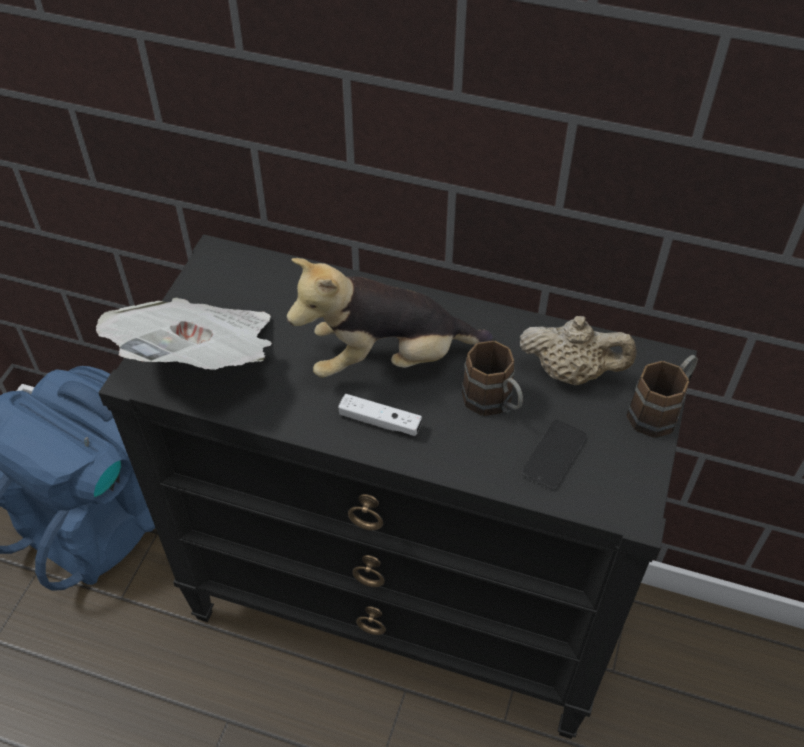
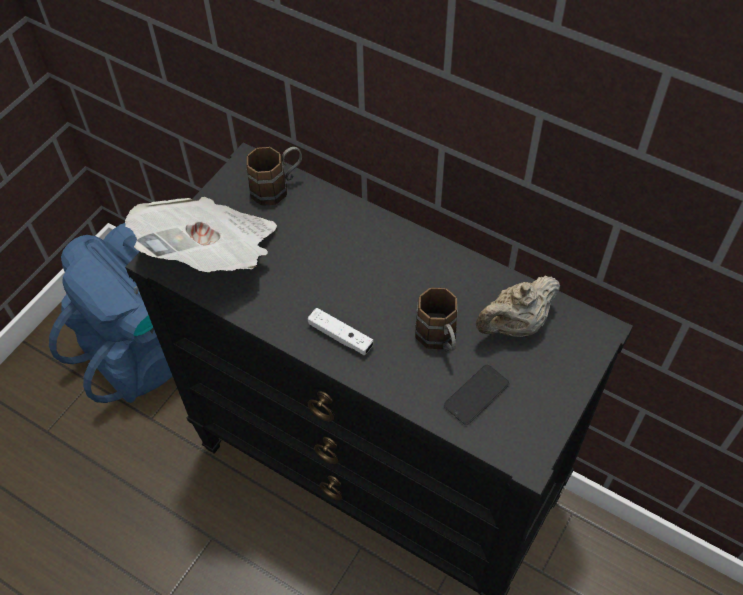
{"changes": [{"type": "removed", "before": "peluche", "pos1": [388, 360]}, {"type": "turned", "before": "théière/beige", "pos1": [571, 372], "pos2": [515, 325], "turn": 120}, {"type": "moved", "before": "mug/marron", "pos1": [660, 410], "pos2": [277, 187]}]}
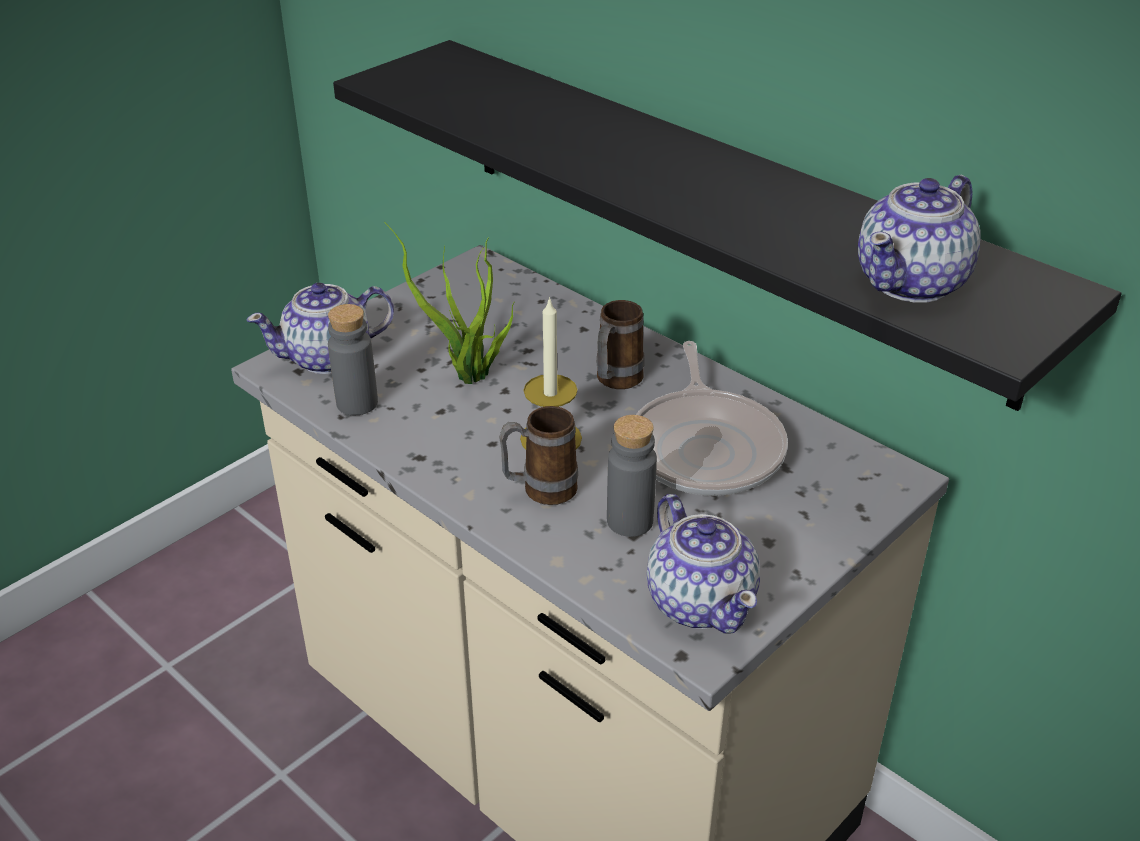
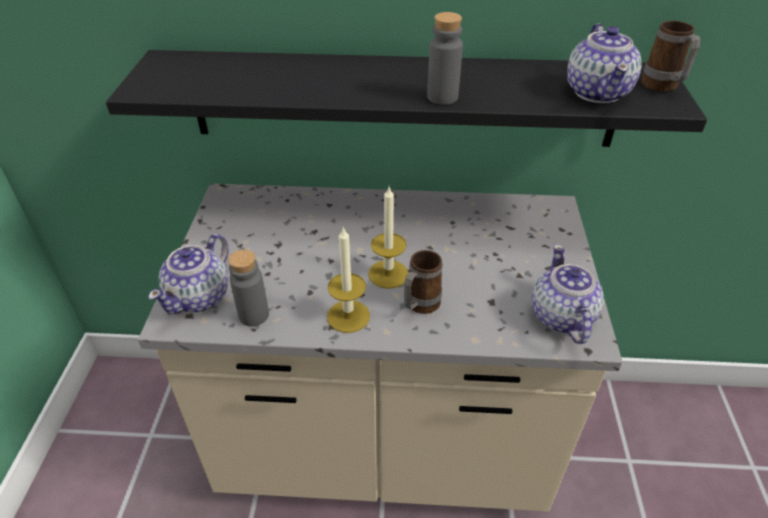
{"changes": [{"type": "removed", "before": "plante en pot", "pos1": [469, 378]}, {"type": "moved", "before": "mug", "pos1": [615, 382], "pos2": [662, 88]}, {"type": "removed", "before": "poêle", "pos1": [706, 447]}, {"type": "moved", "before": "bouteille/gris", "pos1": [630, 521], "pos2": [442, 97]}, {"type": "turned", "before": "théière", "pos1": [701, 601], "pos2": [561, 317], "turn": -120}, {"type": "added", "after": "bougie", "pos2": [348, 316]}]}
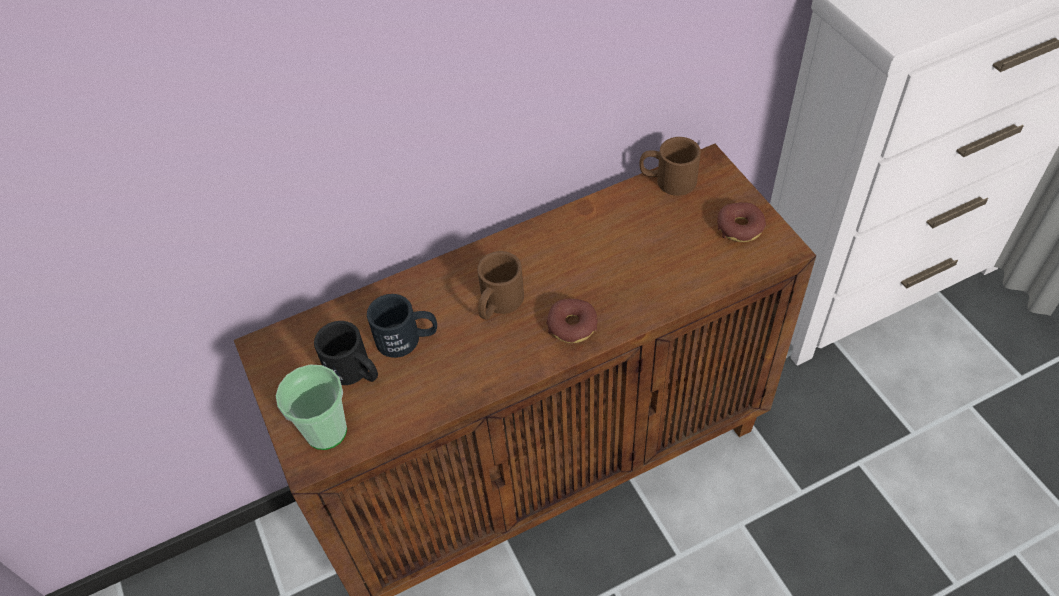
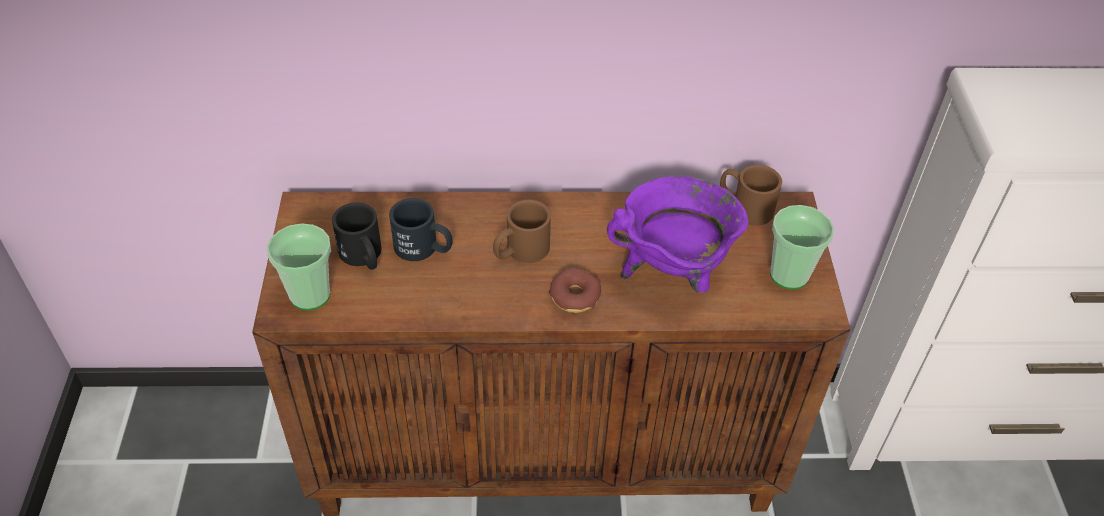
{"changes": [{"type": "replaced", "before": "beignet", "after": "tasse", "pos1": [740, 227], "pos2": [789, 274]}, {"type": "added", "after": "marmite/violet", "pos2": [673, 273]}]}
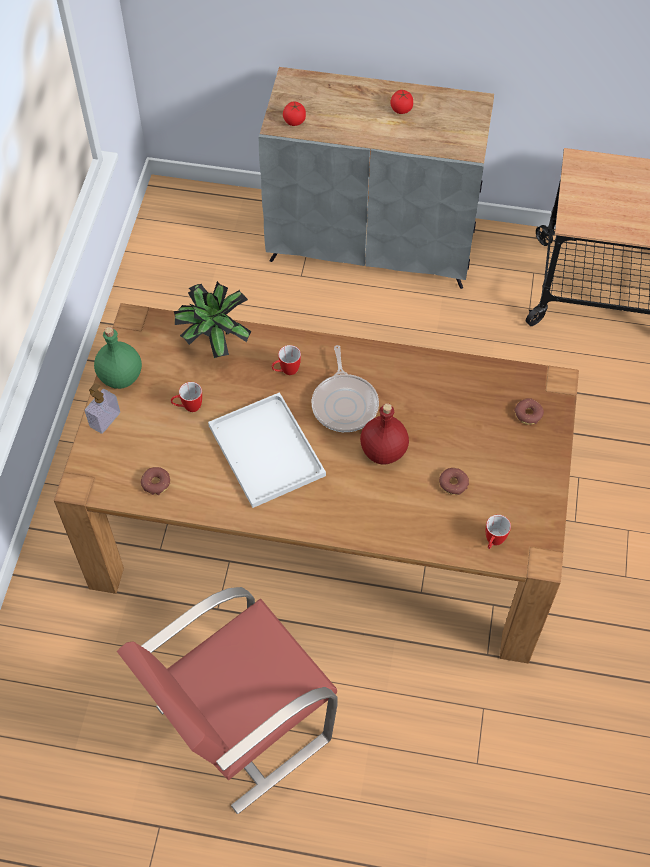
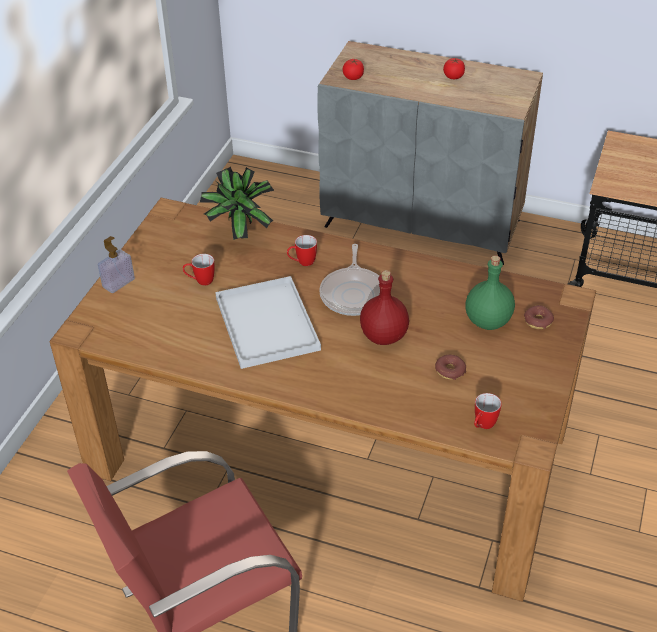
{"changes": [{"type": "moved", "before": "bouteille/vert", "pos1": [120, 377], "pos2": [487, 321]}, {"type": "removed", "before": "beignet", "pos1": [156, 483]}]}
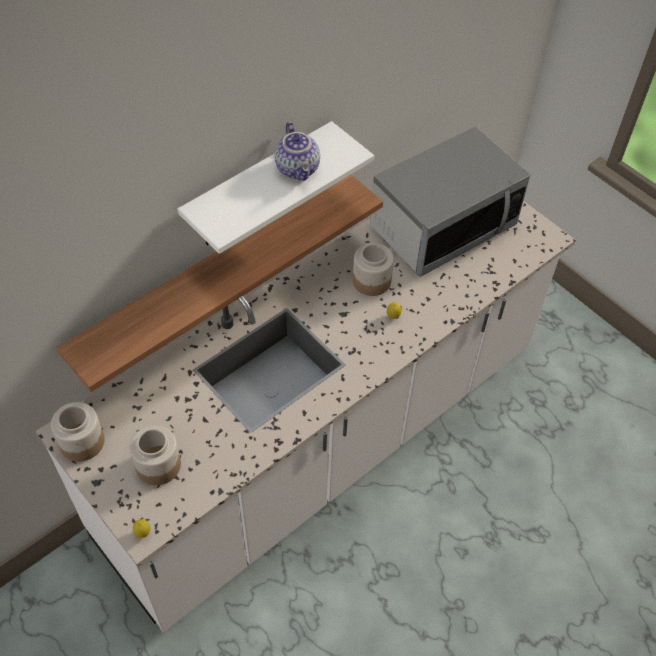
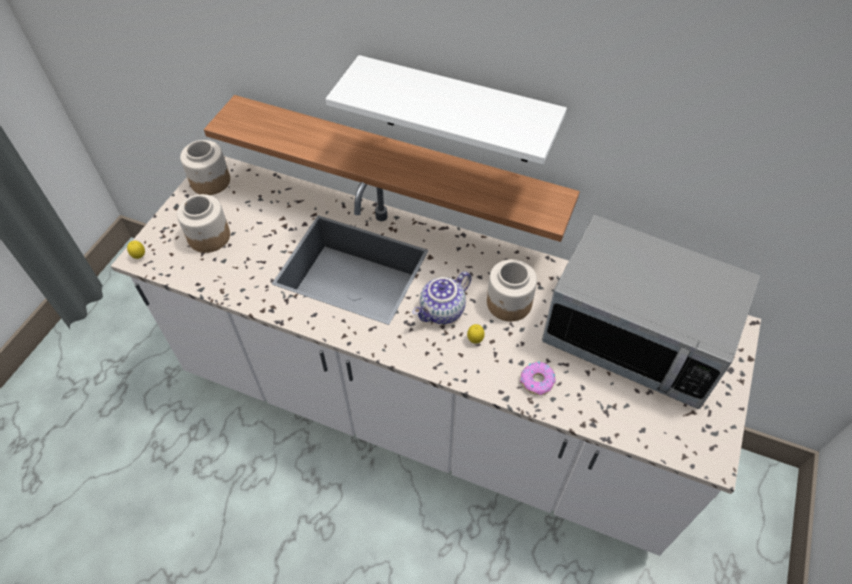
{"changes": [{"type": "moved", "before": "théière", "pos1": [298, 169], "pos2": [442, 311]}, {"type": "added", "after": "beignet", "pos2": [537, 381]}]}
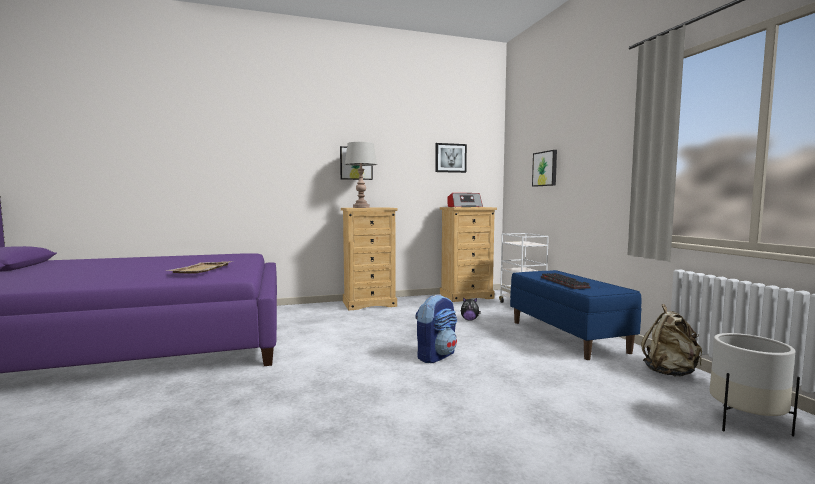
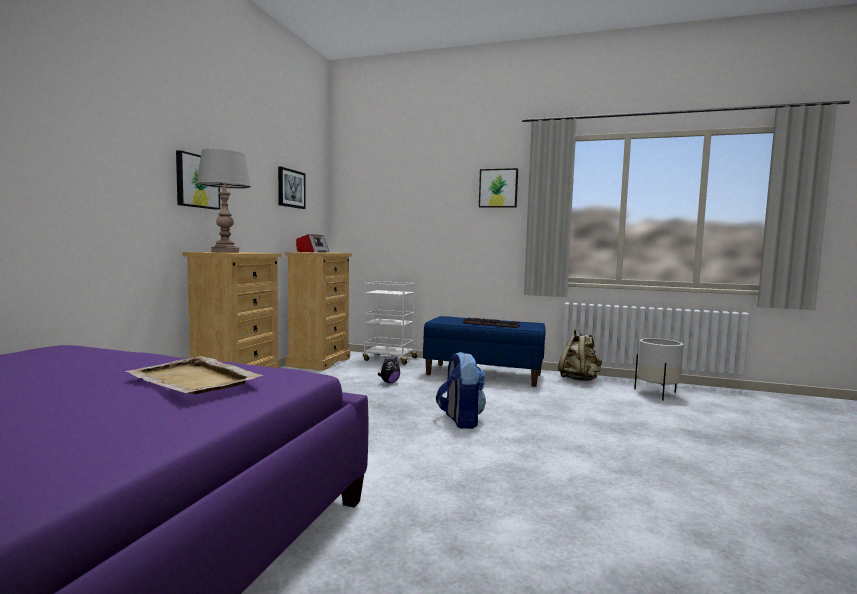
{"changes": [{"type": "moved", "before": "tableau", "pos1": [545, 168], "pos2": [498, 188]}]}
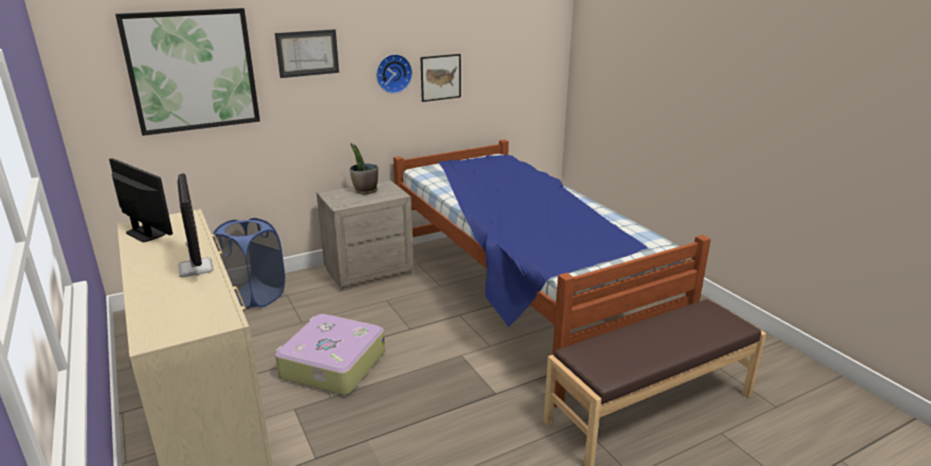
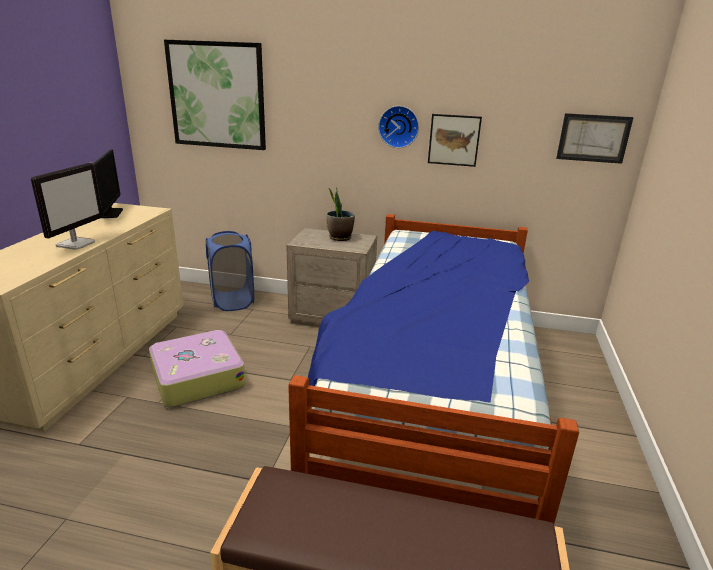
{"changes": [{"type": "moved", "before": "tableau", "pos1": [307, 53], "pos2": [593, 138]}]}
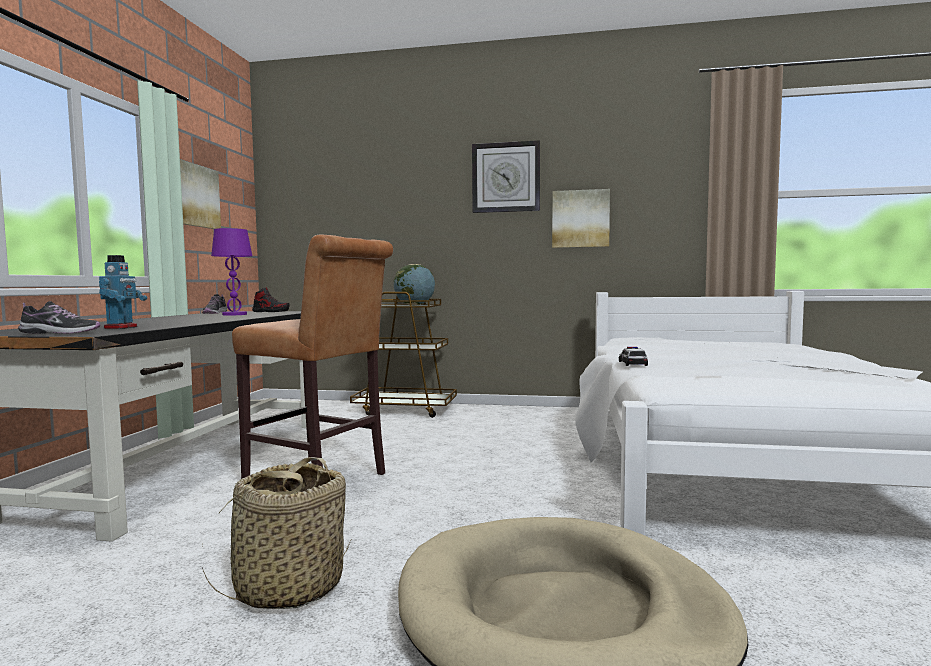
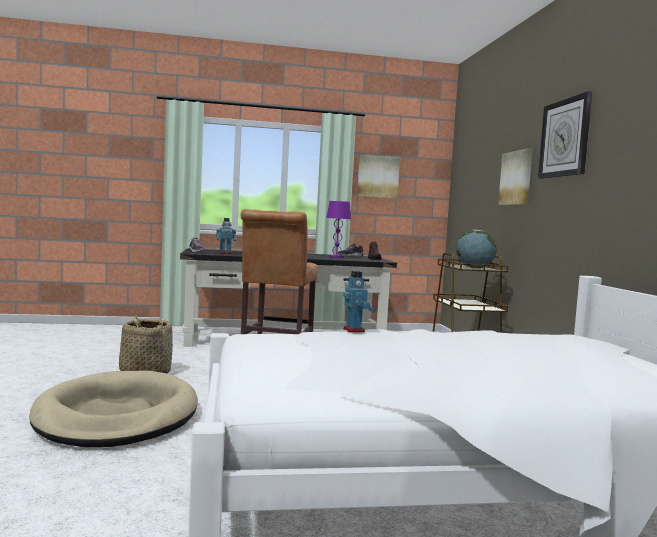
{"changes": [{"type": "moved", "before": "tableau", "pos1": [580, 219], "pos2": [516, 178]}, {"type": "replaced", "before": "petite voiture", "after": "robot jouet", "pos1": [632, 363], "pos2": [354, 330]}]}
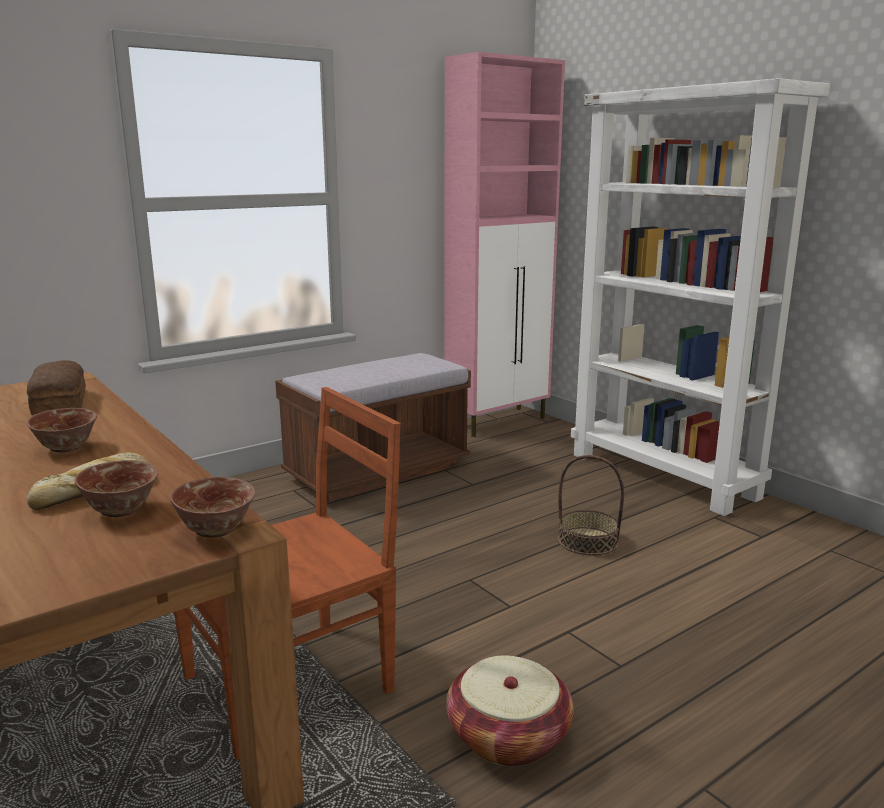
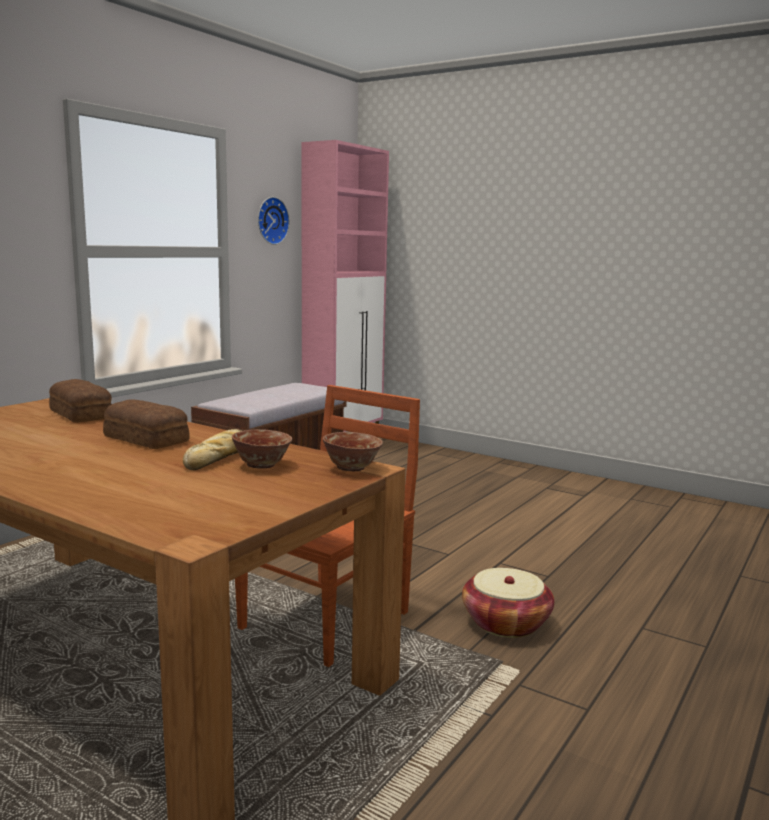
{"changes": [{"type": "removed", "before": "bibliothèque/blanc", "pos1": [664, 476]}, {"type": "replaced", "before": "bol", "after": "pain", "pos1": [66, 448], "pos2": [146, 438]}, {"type": "removed", "before": "panier", "pos1": [588, 541]}, {"type": "added", "after": "horloge murale", "pos2": [271, 220]}]}
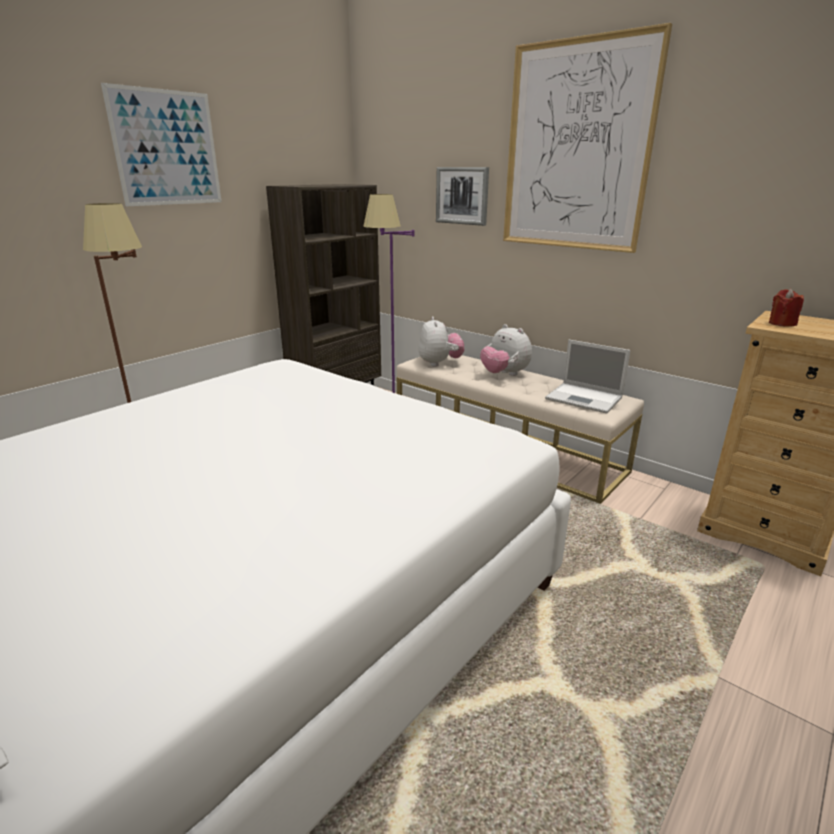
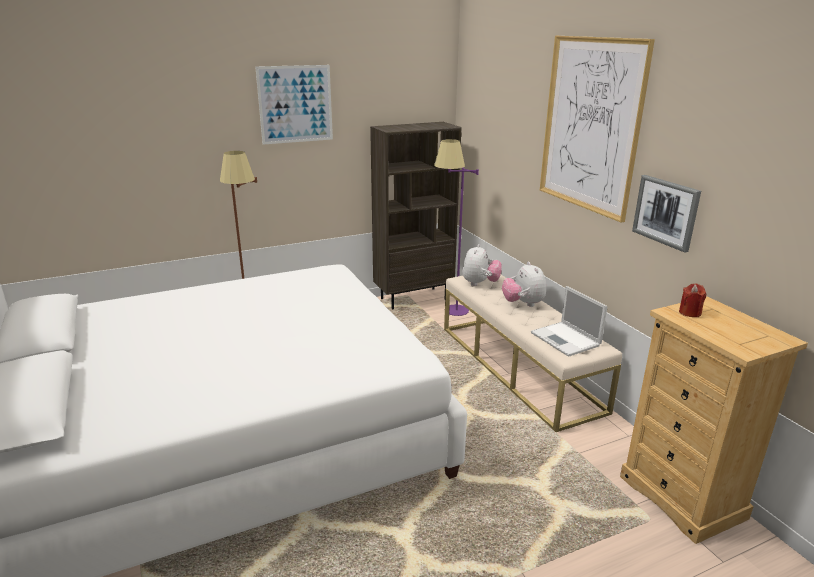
{"changes": [{"type": "moved", "before": "tableau", "pos1": [462, 196], "pos2": [666, 212]}]}
